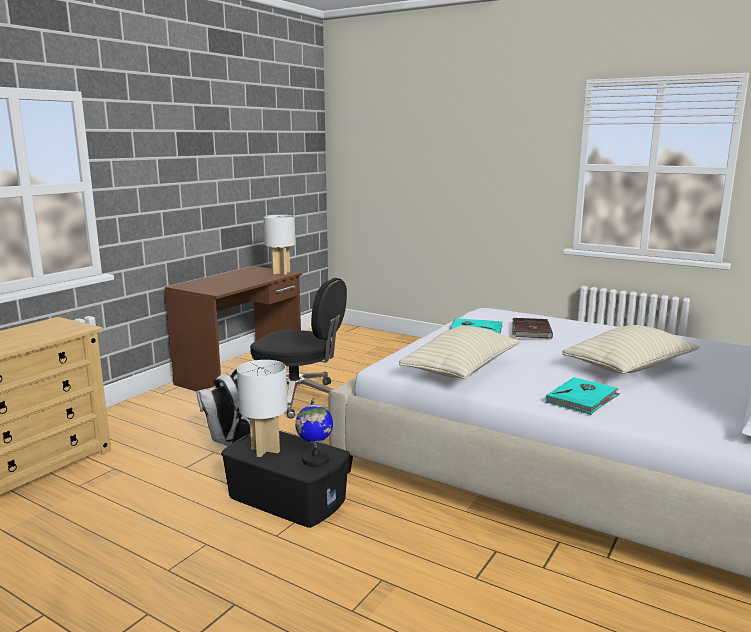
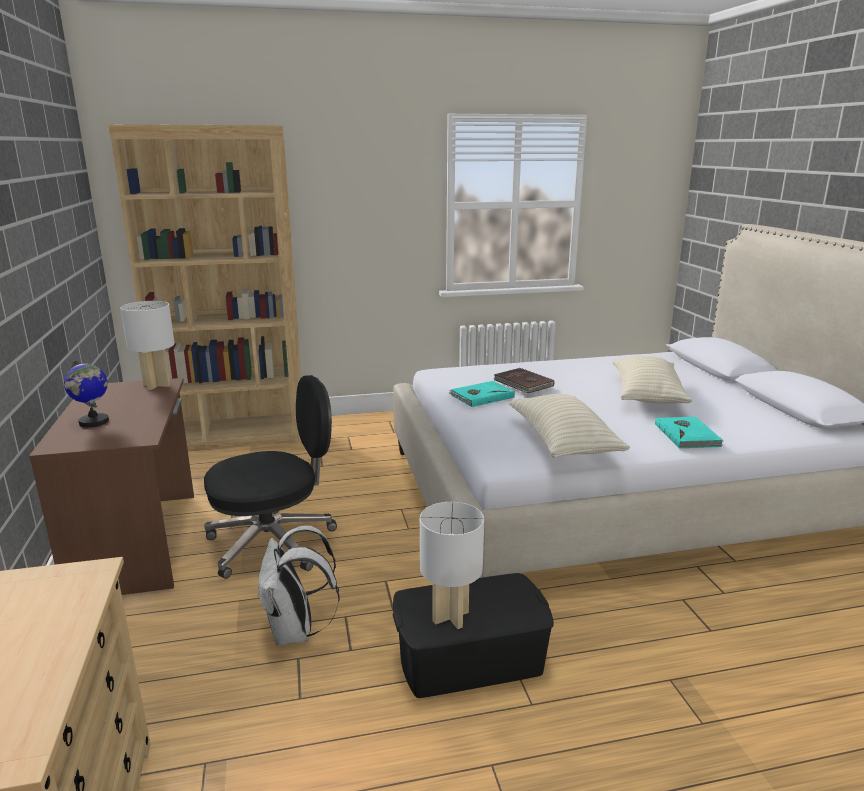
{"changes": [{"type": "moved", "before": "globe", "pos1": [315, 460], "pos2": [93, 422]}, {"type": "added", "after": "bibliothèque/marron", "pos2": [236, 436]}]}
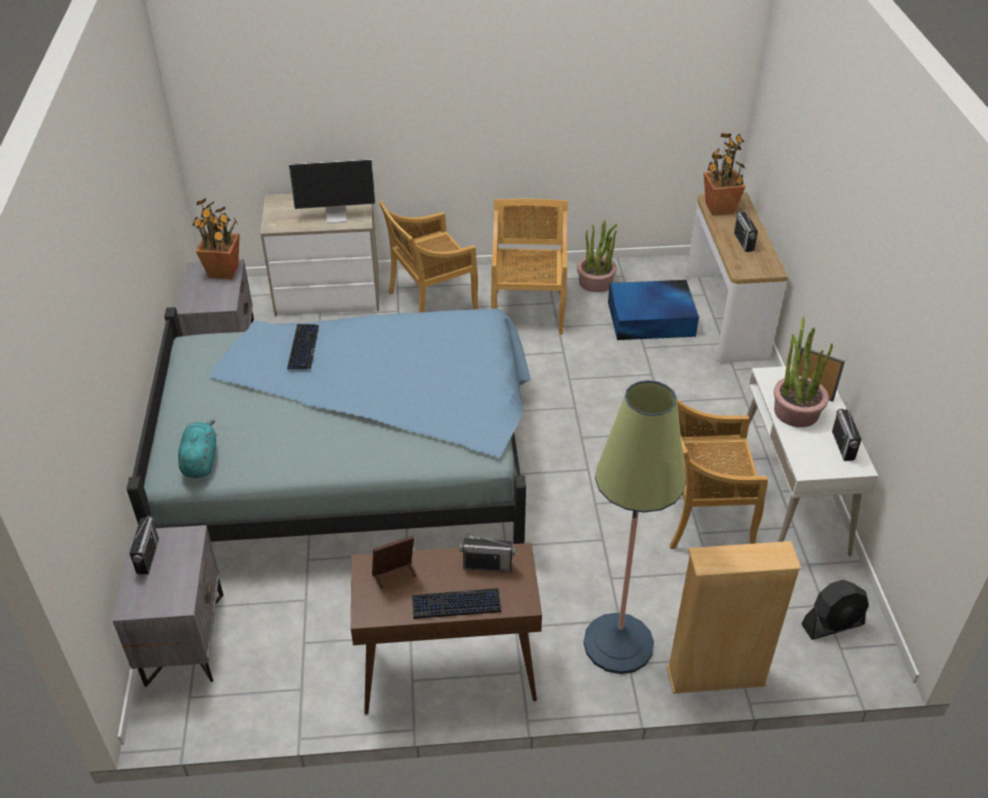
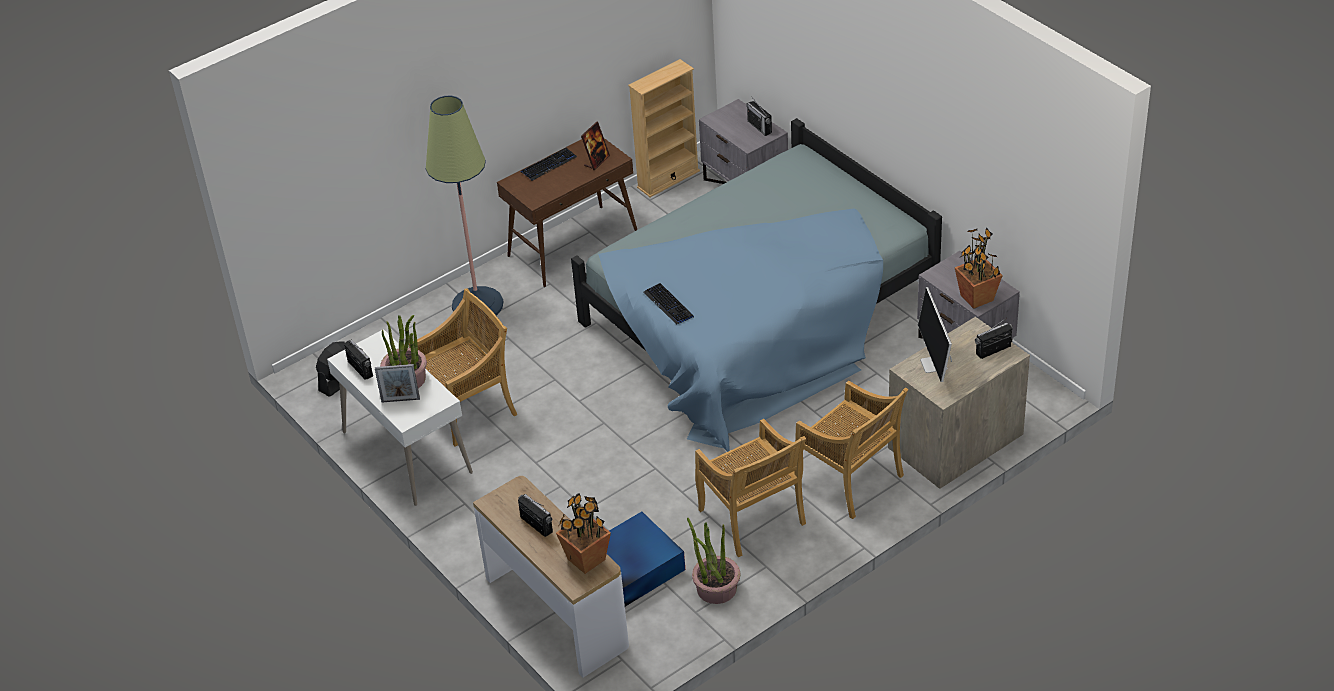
{"changes": [{"type": "turned", "before": "écran d'ordinateur", "pos1": [337, 216], "pos2": [934, 365], "turn": -60}, {"type": "turned", "before": "chaise/beige", "pos1": [431, 302], "pos2": [851, 480], "turn": 105}, {"type": "moved", "before": "clavier", "pos1": [303, 347], "pos2": [668, 304]}, {"type": "removed", "before": "peluche/turquoise", "pos1": [200, 461]}, {"type": "moved", "before": "radio", "pos1": [487, 565], "pos2": [993, 350]}, {"type": "moved", "before": "bibliothèque/beige", "pos1": [715, 677], "pos2": [668, 179]}]}
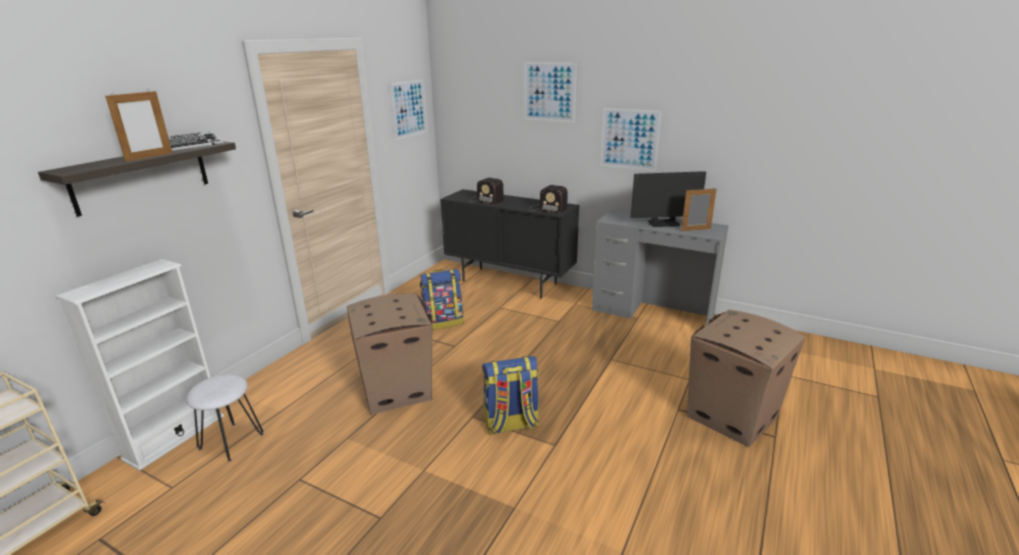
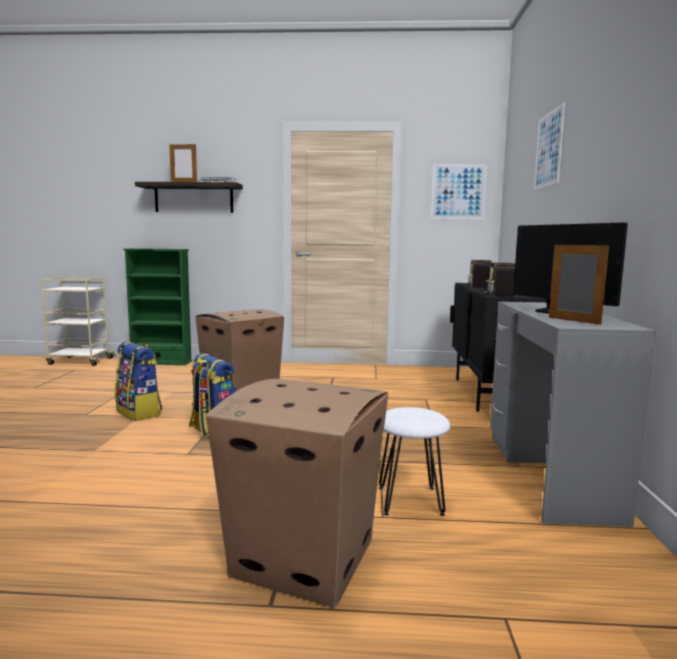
{"changes": [{"type": "removed", "before": "tableau", "pos1": [629, 139]}, {"type": "recoloured", "before": "bibliothèque/blanc", "after": "bibliothèque/vert", "pos1": [175, 437], "pos2": [161, 362]}, {"type": "moved", "before": "sac à dos", "pos1": [443, 322], "pos2": [139, 413]}, {"type": "moved", "before": "tabouret/blanc", "pos1": [231, 441], "pos2": [410, 500]}]}
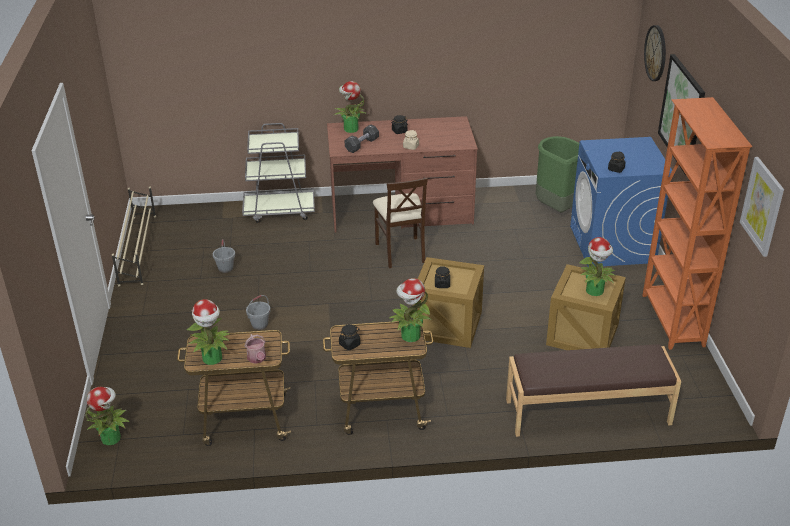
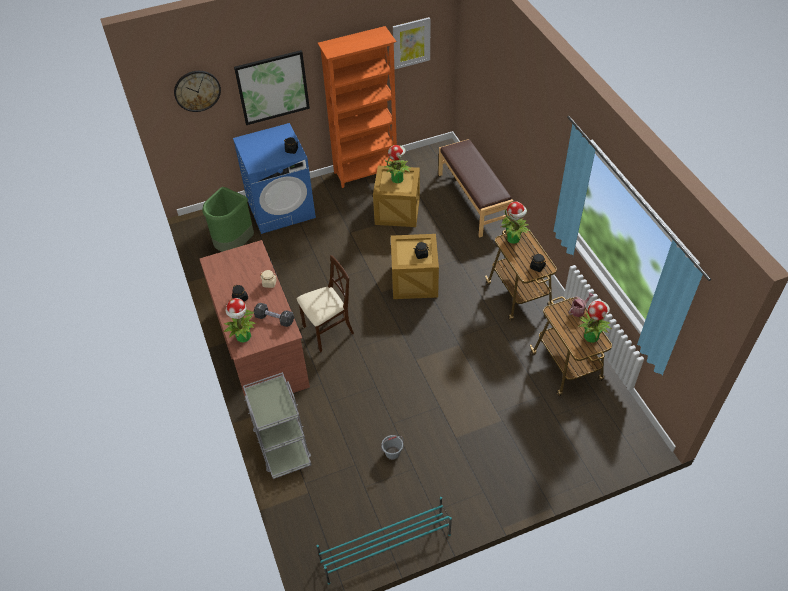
{"changes": [{"type": "recoloured", "before": "étagère à chaussures/beige", "after": "étagère à chaussures/turquoise", "pos1": [138, 249], "pos2": [385, 548]}, {"type": "removed", "before": "seau/gris", "pos1": [259, 324]}, {"type": "removed", "before": "plante en pot", "pos1": [111, 438]}]}
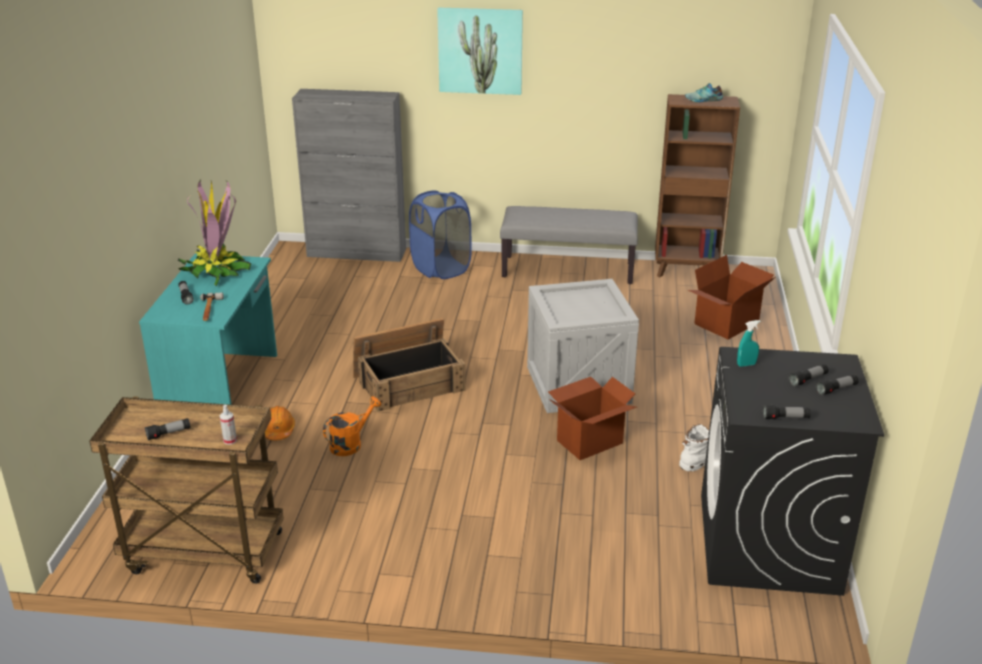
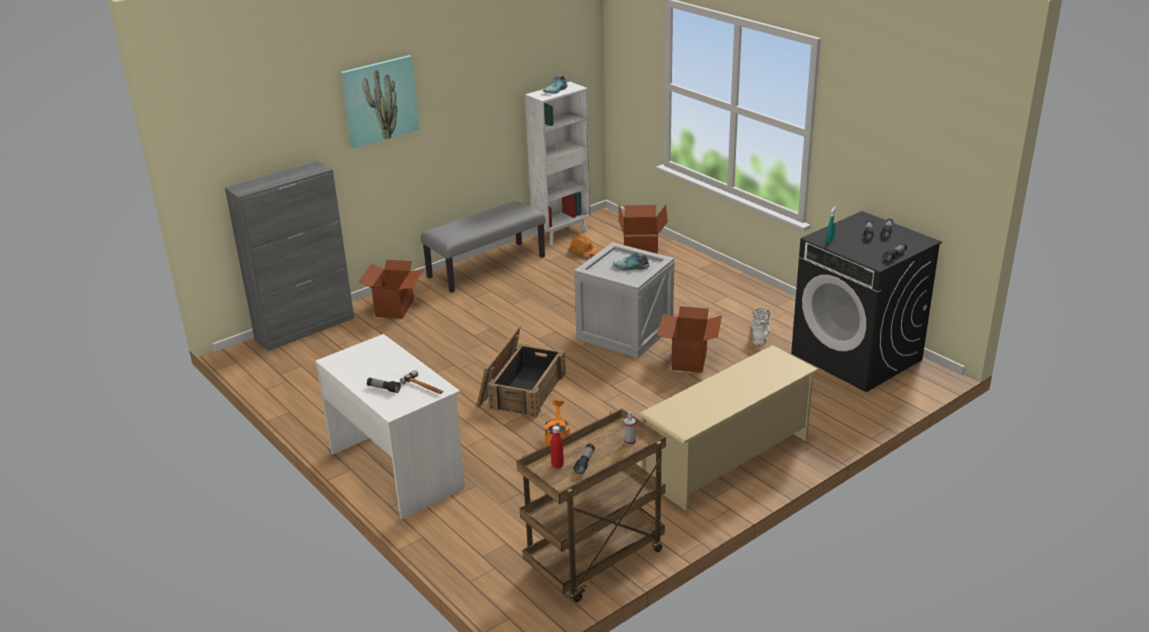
{"changes": [{"type": "recoloured", "before": "bibliothèque/marron", "after": "bibliothèque/blanc", "pos1": [686, 271], "pos2": [562, 233]}, {"type": "removed", "before": "plante en pot", "pos1": [216, 271]}, {"type": "replaced", "before": "panier à linge/bleu", "after": "carton", "pos1": [441, 268], "pos2": [395, 308]}, {"type": "recoloured", "before": "bureau/turquoise", "after": "bureau/blanc", "pos1": [223, 389], "pos2": [397, 469]}, {"type": "moved", "before": "casque de chantier/orange", "pos1": [278, 430], "pos2": [582, 252]}, {"type": "added", "after": "chaussure", "pos2": [631, 267]}, {"type": "added", "after": "étagère à chaussures/beige", "pos2": [727, 460]}, {"type": "added", "after": "bouteille/rouge", "pos2": [557, 465]}]}
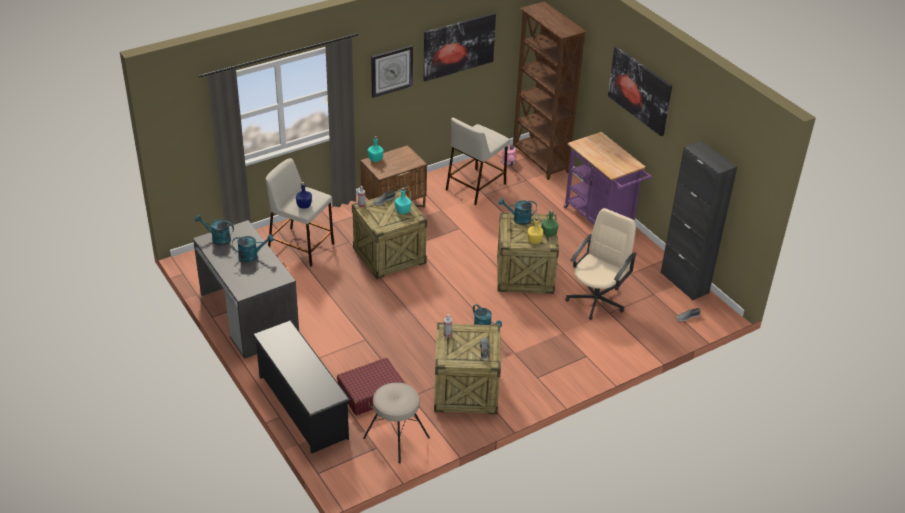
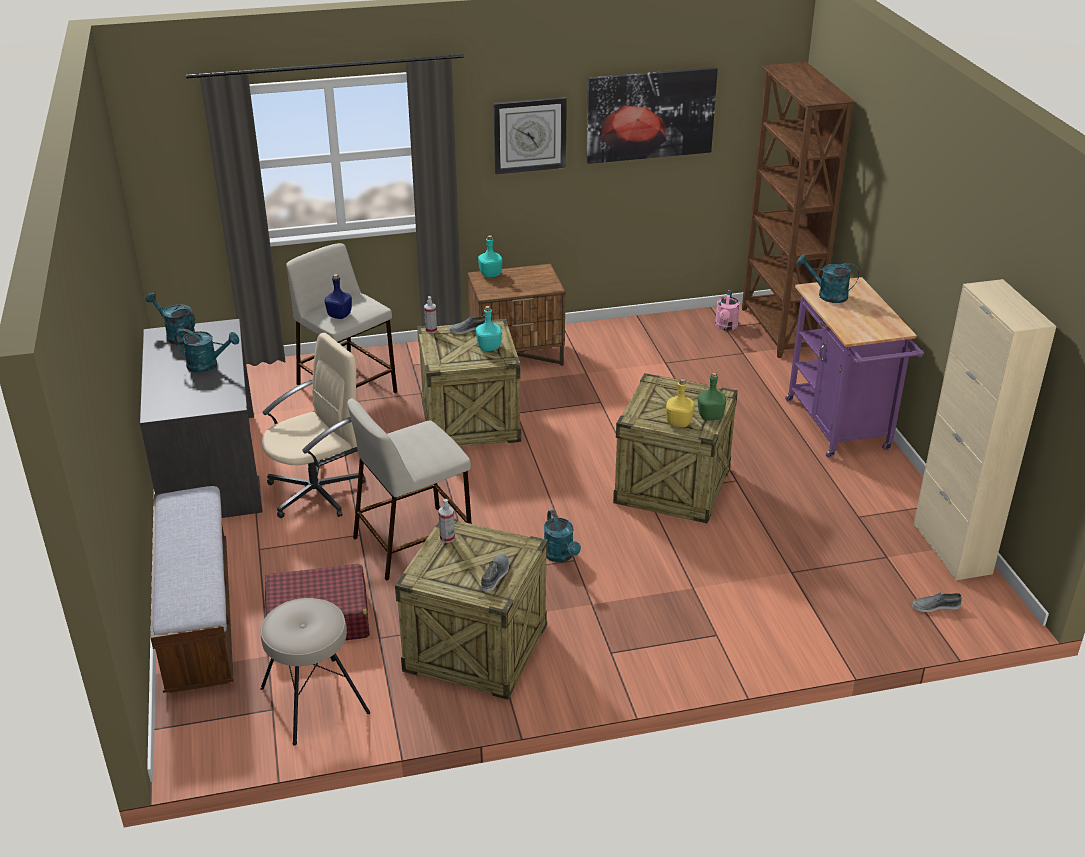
{"changes": [{"type": "removed", "before": "tableau", "pos1": [640, 90]}, {"type": "moved", "before": "tabouret/beige", "pos1": [476, 186], "pos2": [414, 541]}, {"type": "recoloured", "before": "meuble de rangement/noir", "after": "meuble de rangement/beige", "pos1": [684, 283], "pos2": [952, 549]}, {"type": "moved", "before": "arrosoir/turquoise", "pos1": [518, 219], "pos2": [827, 295]}, {"type": "moved", "before": "chaise de bureau/beige", "pos1": [596, 300], "pos2": [317, 492]}, {"type": "replaced", "before": "étagère à chaussures/noir", "after": "banc", "pos1": [302, 407], "pos2": [198, 616]}]}
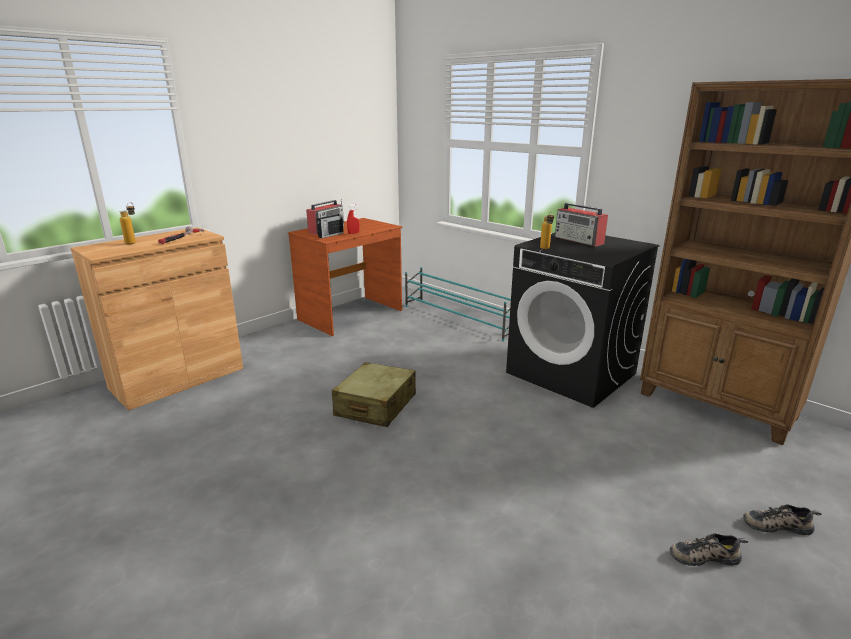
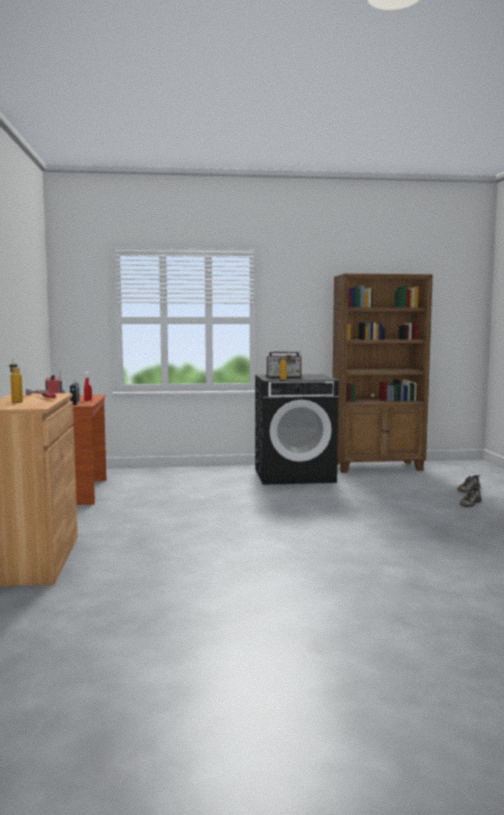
{"changes": [{"type": "removed", "before": "étagère à chaussures/turquoise", "pos1": [458, 319]}, {"type": "removed", "before": "valise/beige", "pos1": [375, 405]}]}
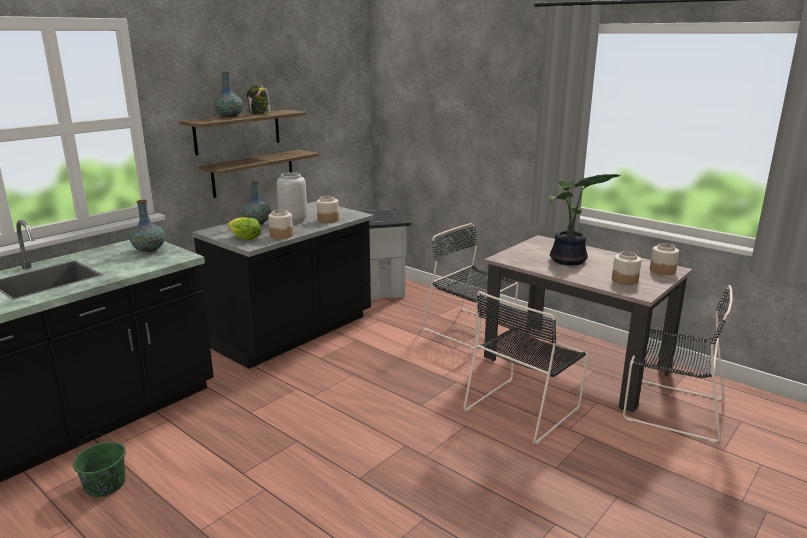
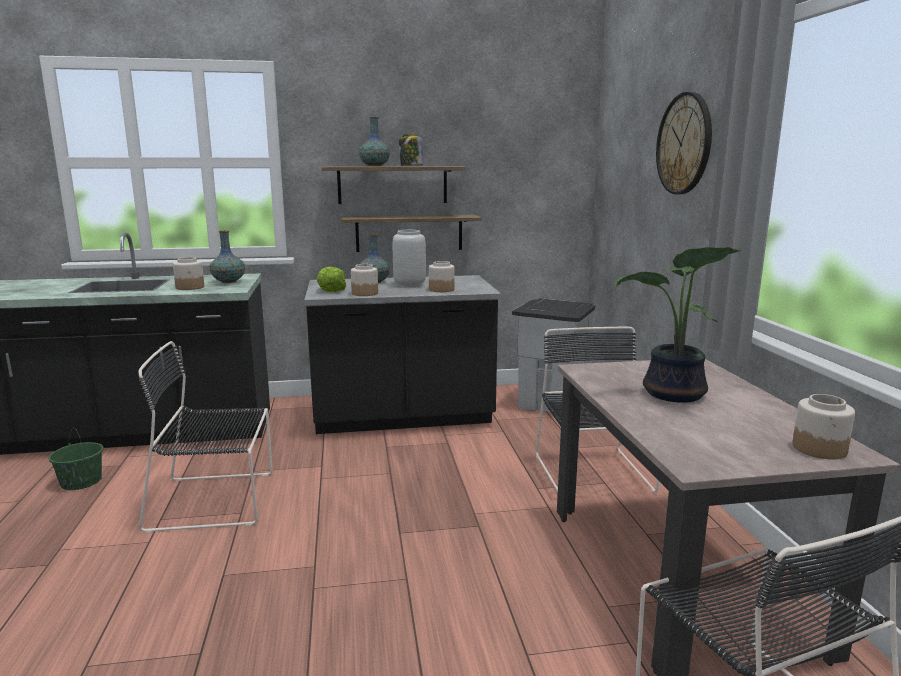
{"changes": [{"type": "moved", "before": "bocal", "pos1": [625, 280], "pos2": [190, 287]}, {"type": "moved", "before": "chaise/noir", "pos1": [524, 407], "pos2": [217, 500]}, {"type": "added", "after": "horloge murale", "pos2": [684, 144]}]}
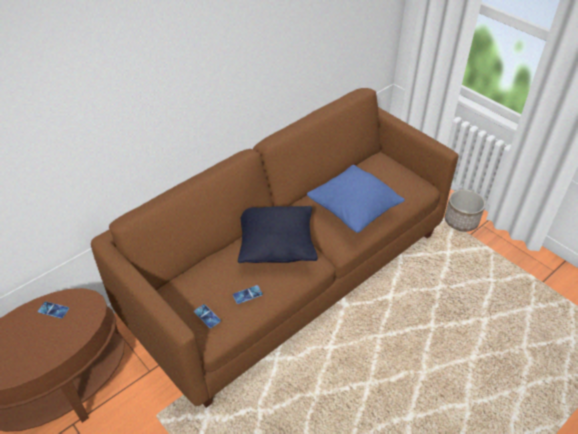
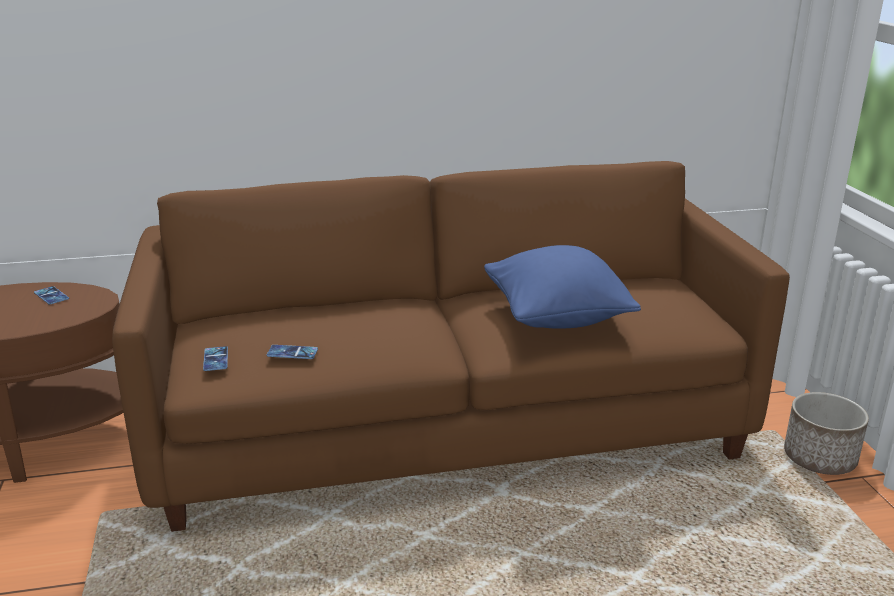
{"changes": [{"type": "removed", "before": "coussin/noir", "pos1": [277, 247]}]}
